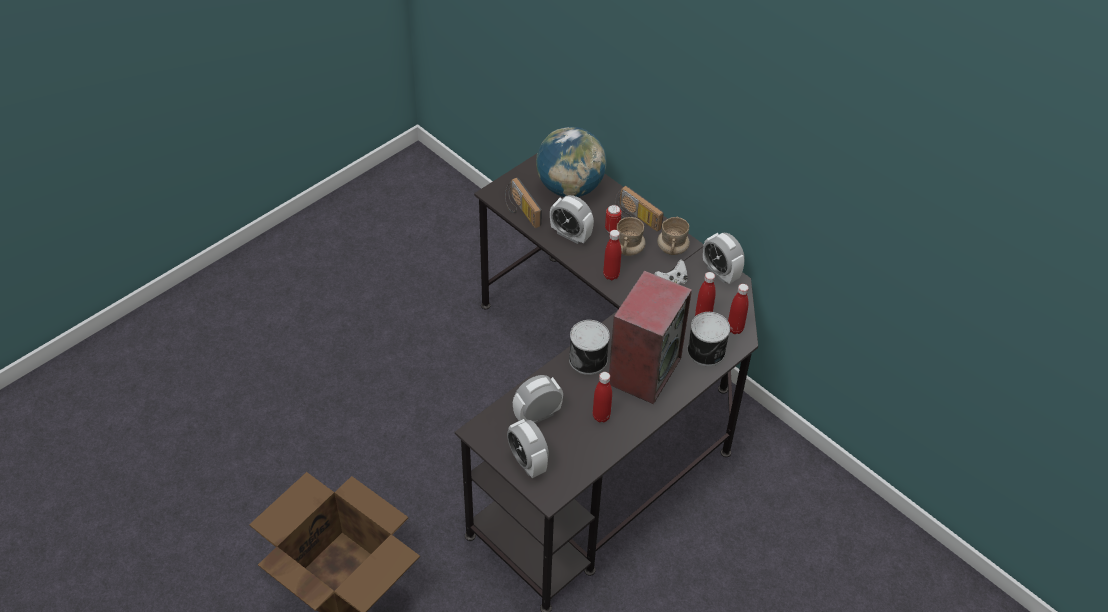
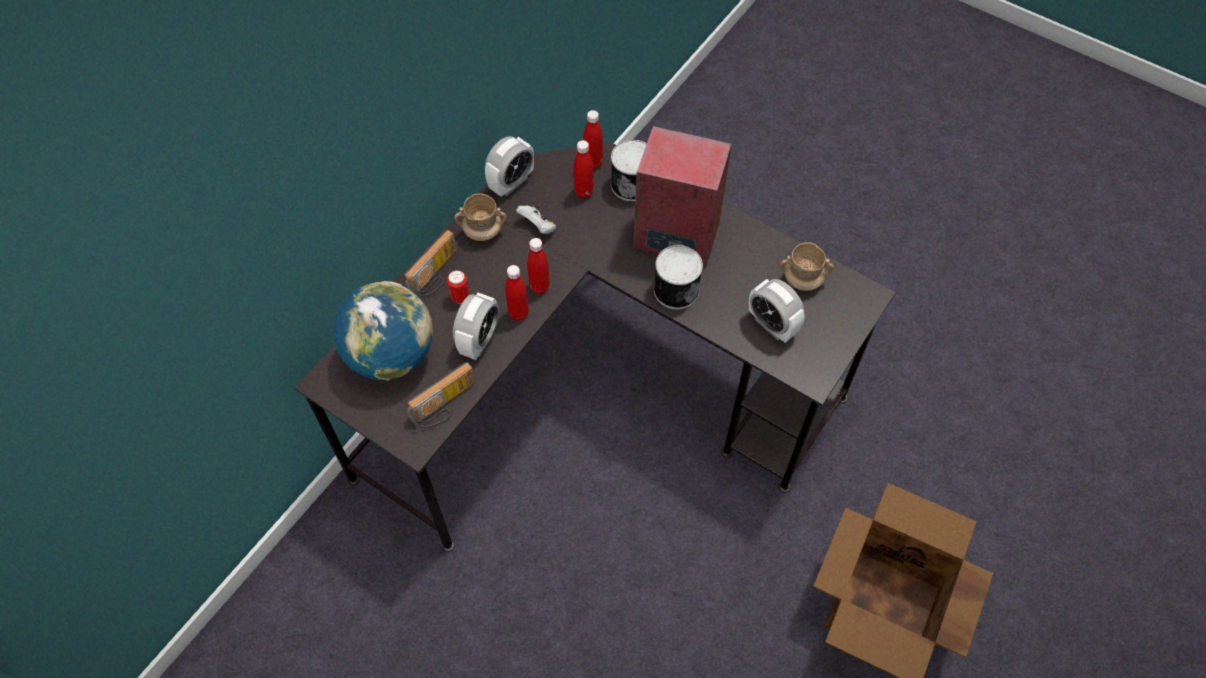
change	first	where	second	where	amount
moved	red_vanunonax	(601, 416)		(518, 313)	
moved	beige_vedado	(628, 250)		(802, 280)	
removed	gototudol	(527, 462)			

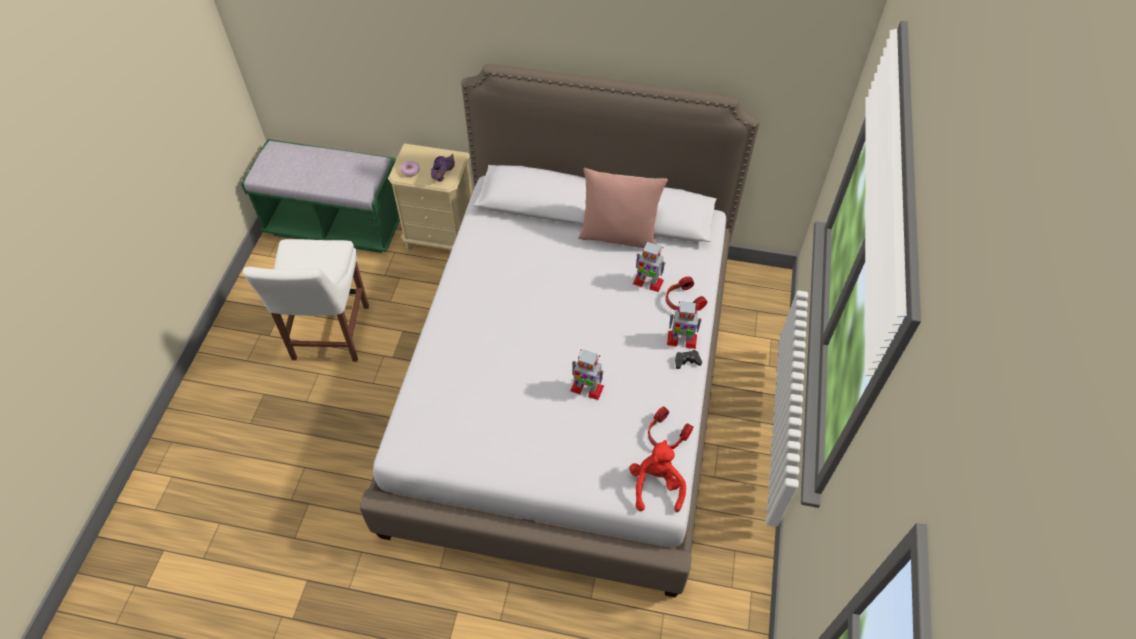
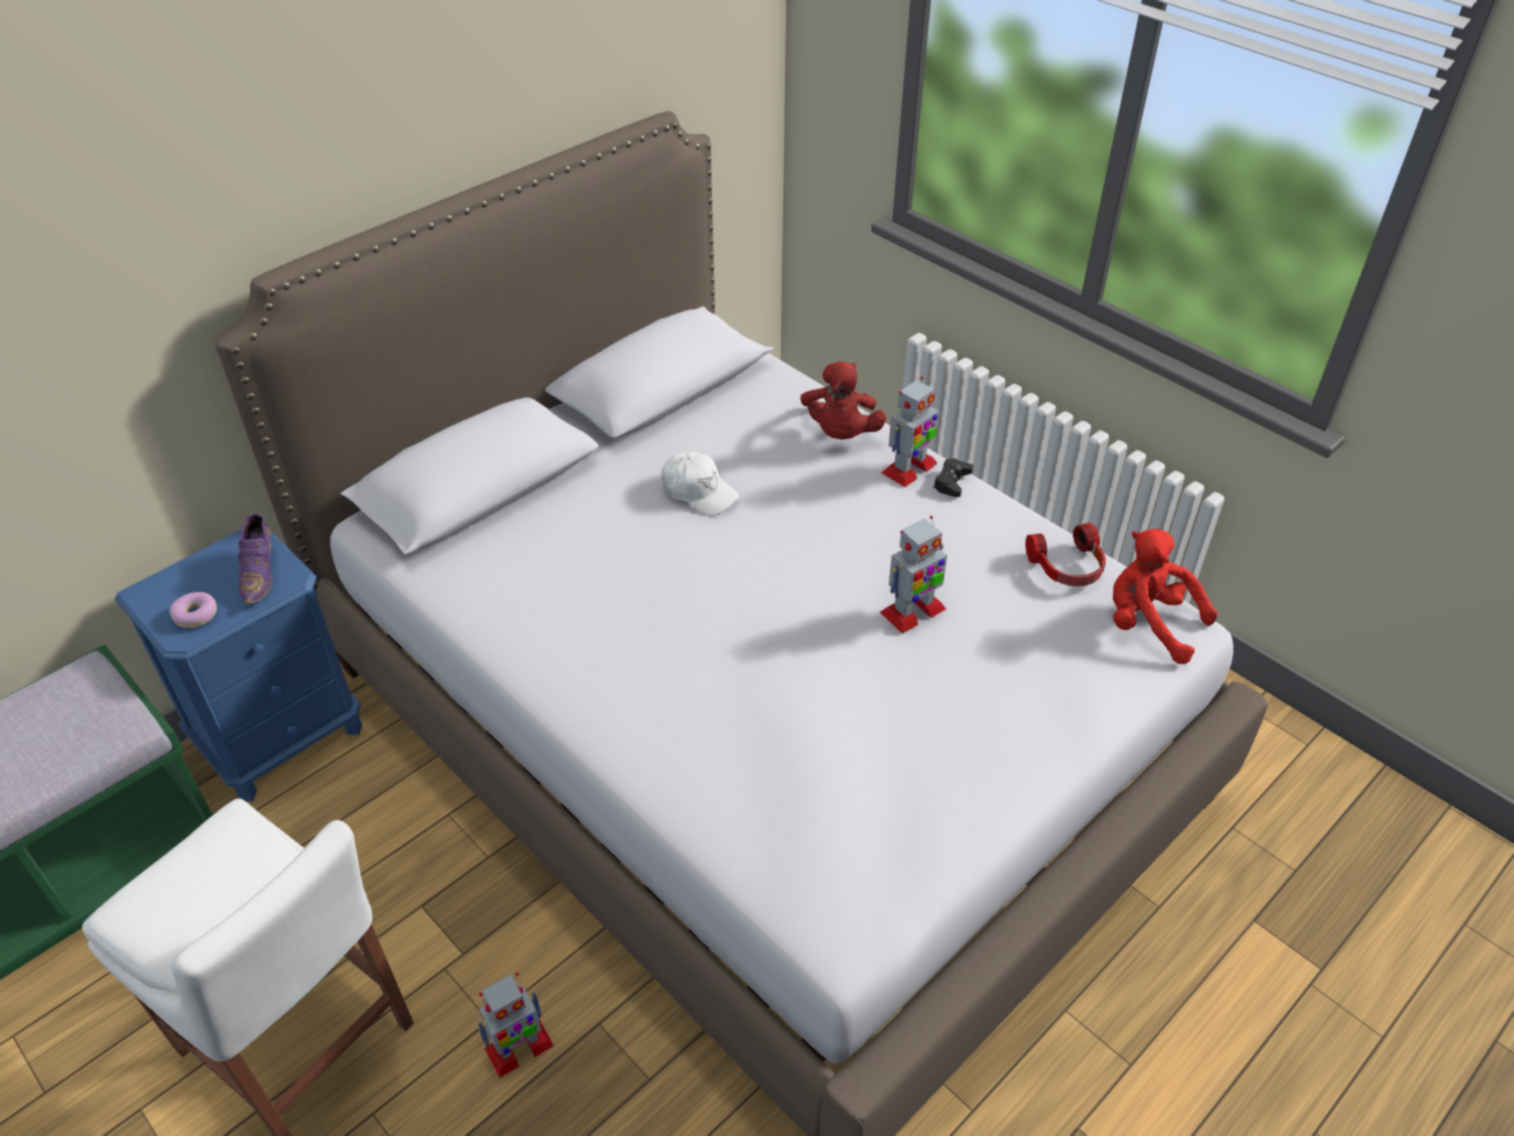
change	first	where	second	where	amount
recoloured	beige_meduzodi	(441, 237)	blue_meduzodi	(282, 737)	
turned	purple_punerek	(443, 173)		(261, 574)	150 degrees counterclockwise
moved	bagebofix	(647, 282)		(518, 1047)	
added			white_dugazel	(699, 492)	
replaced	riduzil	(682, 301)	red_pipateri	(840, 433)	
removed	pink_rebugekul	(619, 236)			

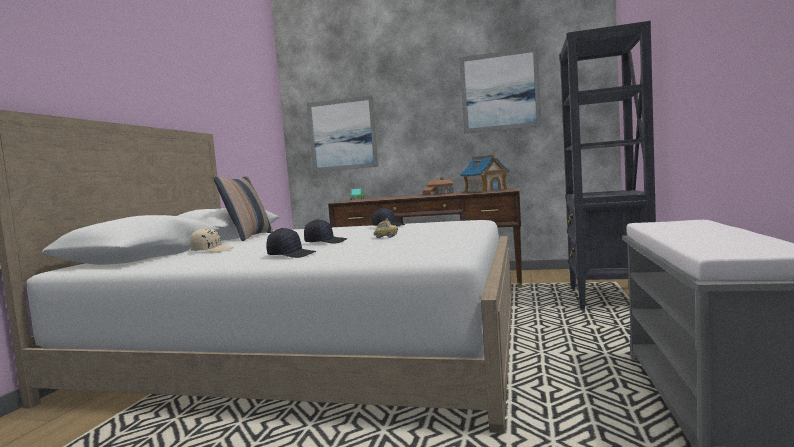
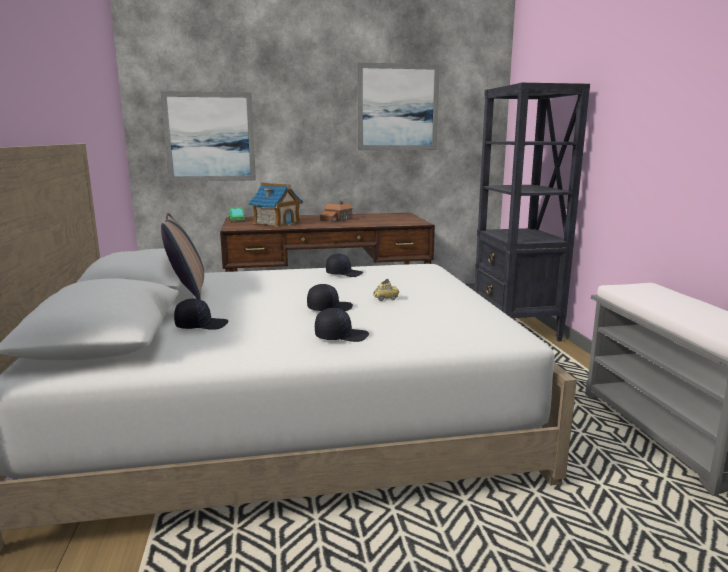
change	first	where	second	where	amount
recoloured	beige_dugazel	(212, 250)	black_dugazel	(201, 325)	
moved	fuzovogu	(485, 191)		(276, 223)	

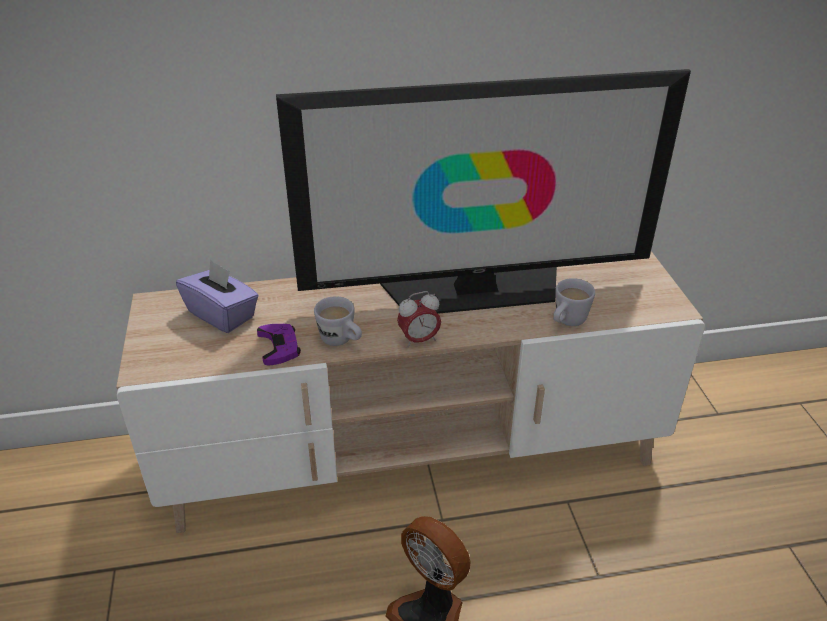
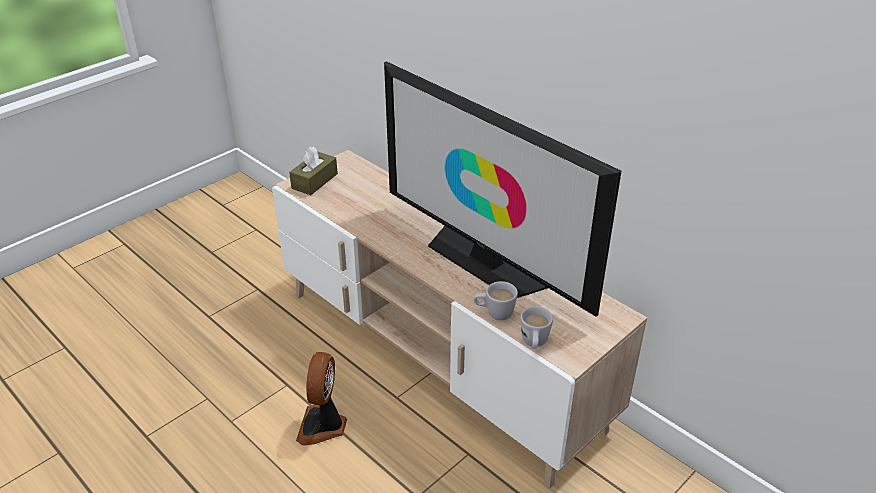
change	first	where	second	where	amount
added			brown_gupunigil	(314, 181)	
moved	white_vedado	(341, 341)		(534, 344)	
removed	purple_gupunigil	(222, 314)			
removed	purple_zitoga	(279, 347)			
removed	gototudol	(419, 340)			

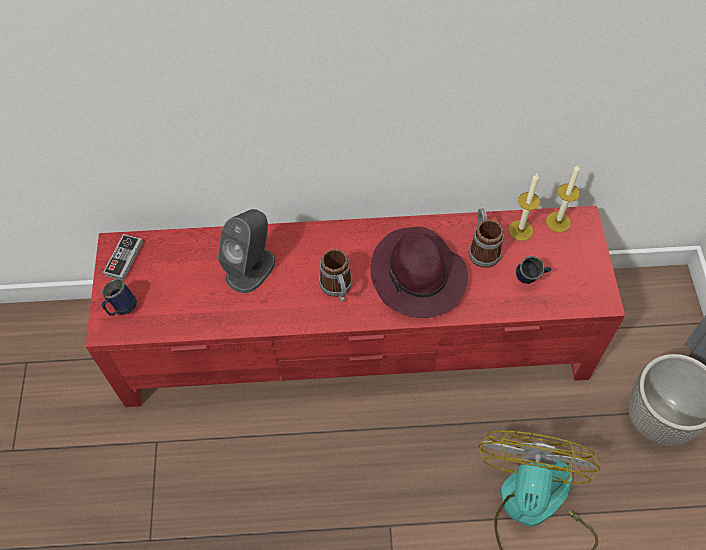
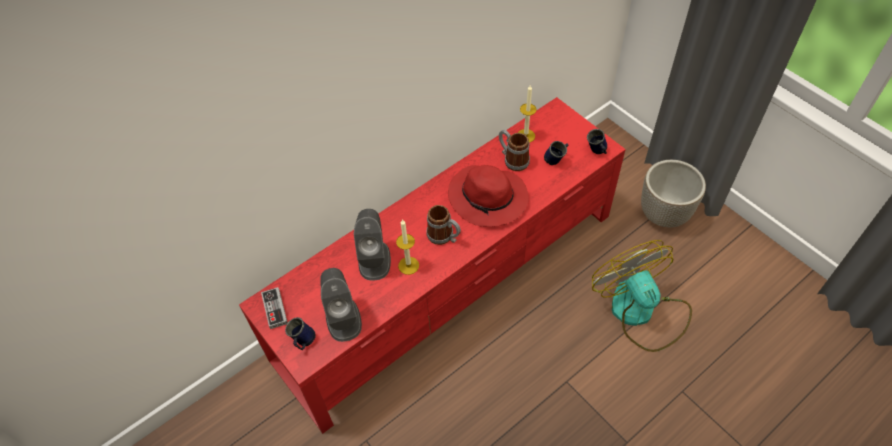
change	first	where	second	where	amount
added			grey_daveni	(343, 318)	
moved	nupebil	(558, 222)		(408, 265)	
recoloured	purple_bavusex	(418, 277)	red_bavusex	(489, 199)	
added			blue_vedado	(597, 152)	

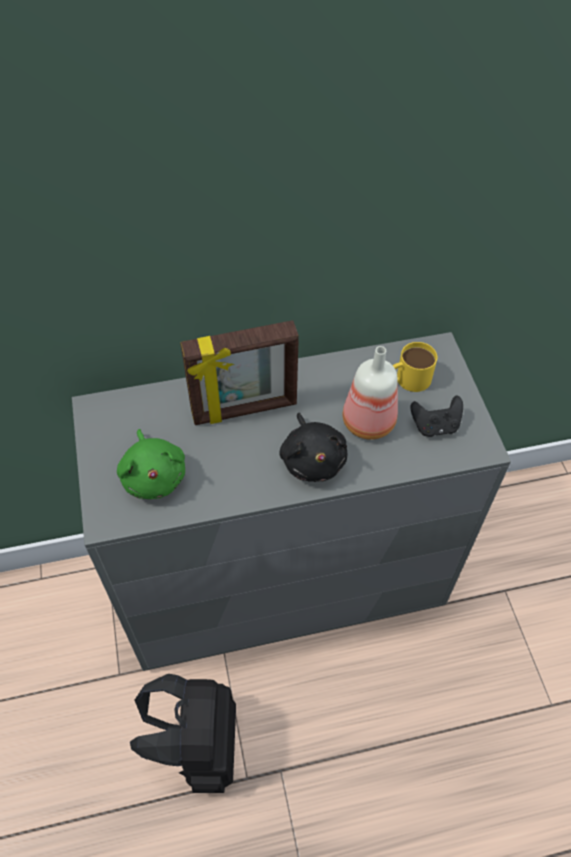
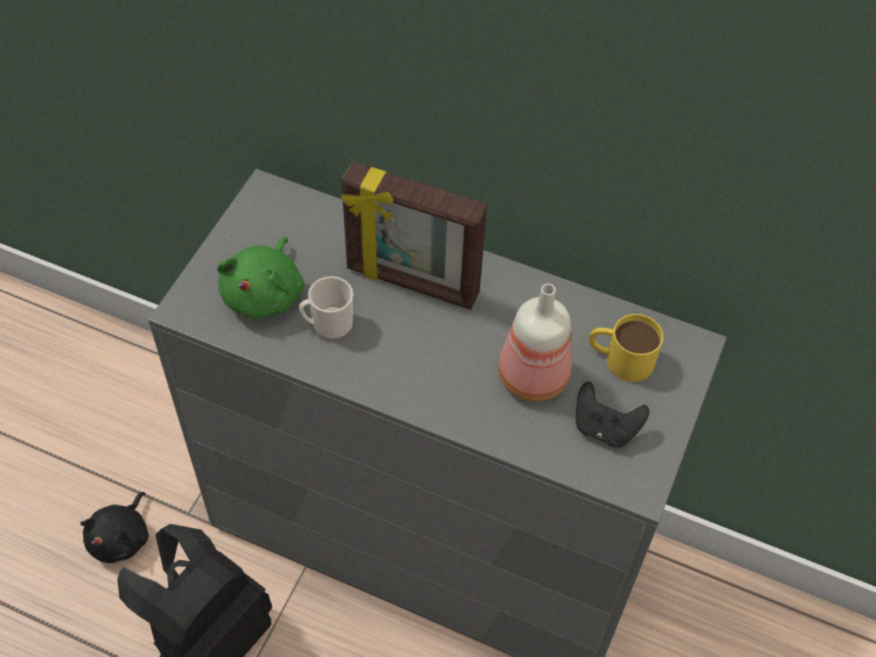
change	first	where	second	where	amount
moved	black_pipateri	(313, 459)		(121, 538)	
added			vedado	(328, 325)	

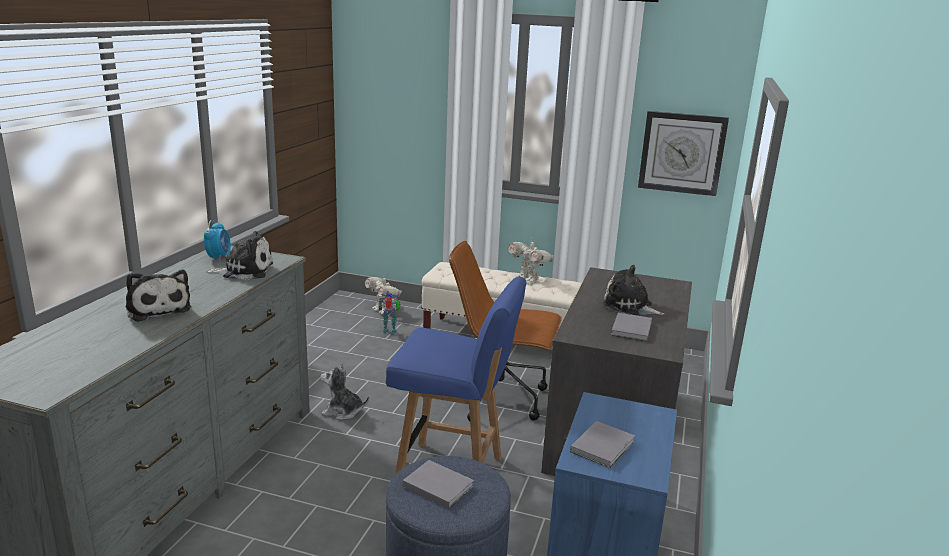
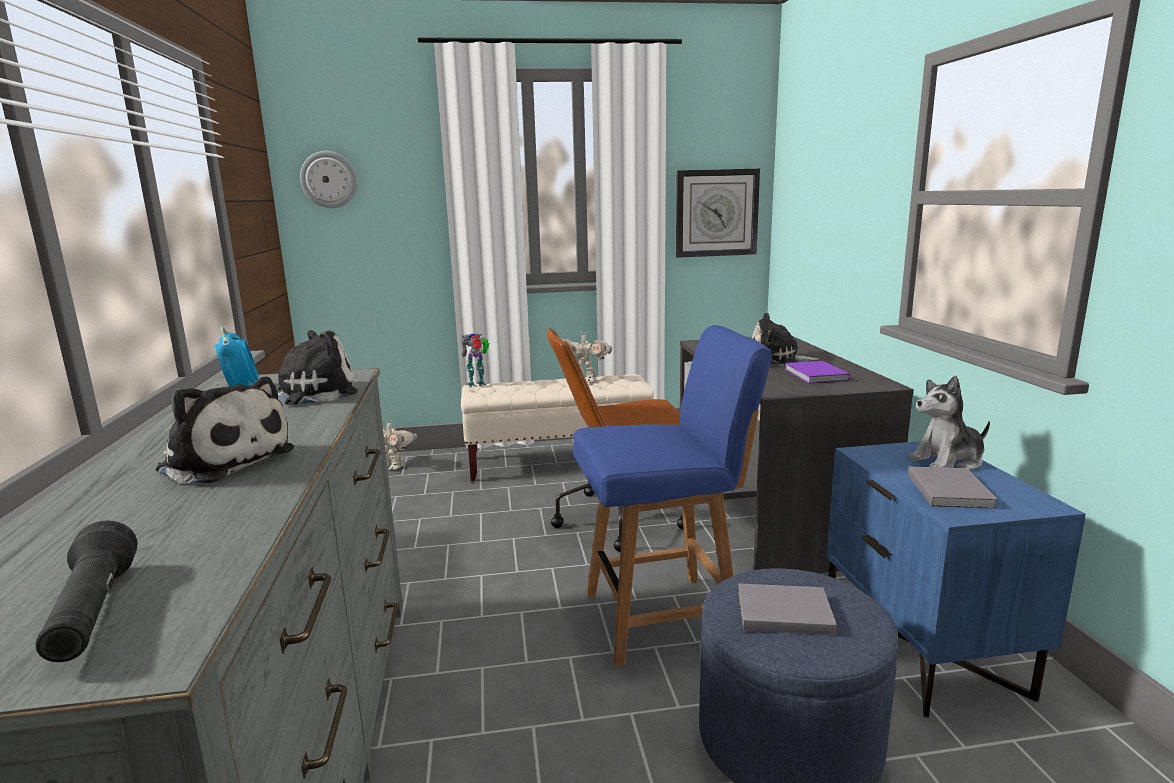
change	first	where	second	where	amount
added			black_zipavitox	(93, 614)	
added			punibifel	(329, 179)	
moved	bagebofix	(390, 332)		(477, 384)	
recoloured	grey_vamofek	(630, 329)	purple_vamofek	(815, 375)	
moved	pipateri	(343, 411)		(948, 461)	

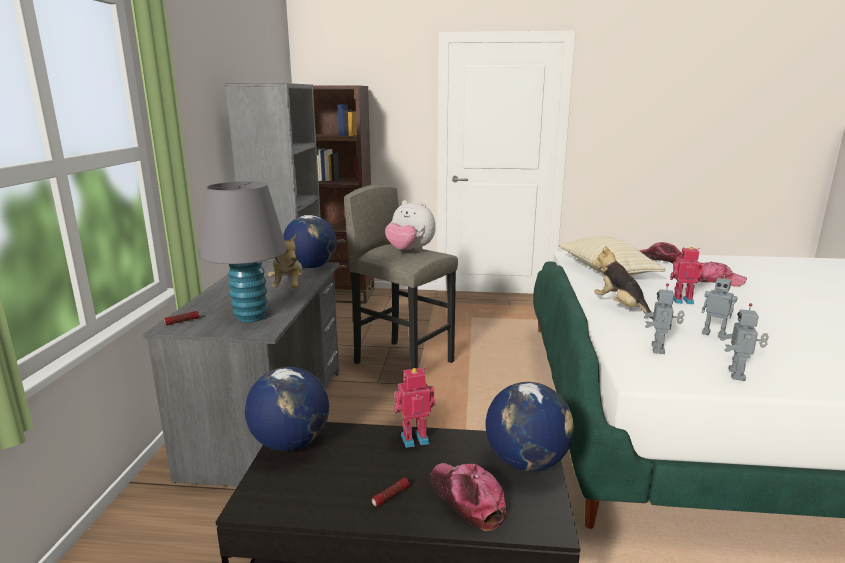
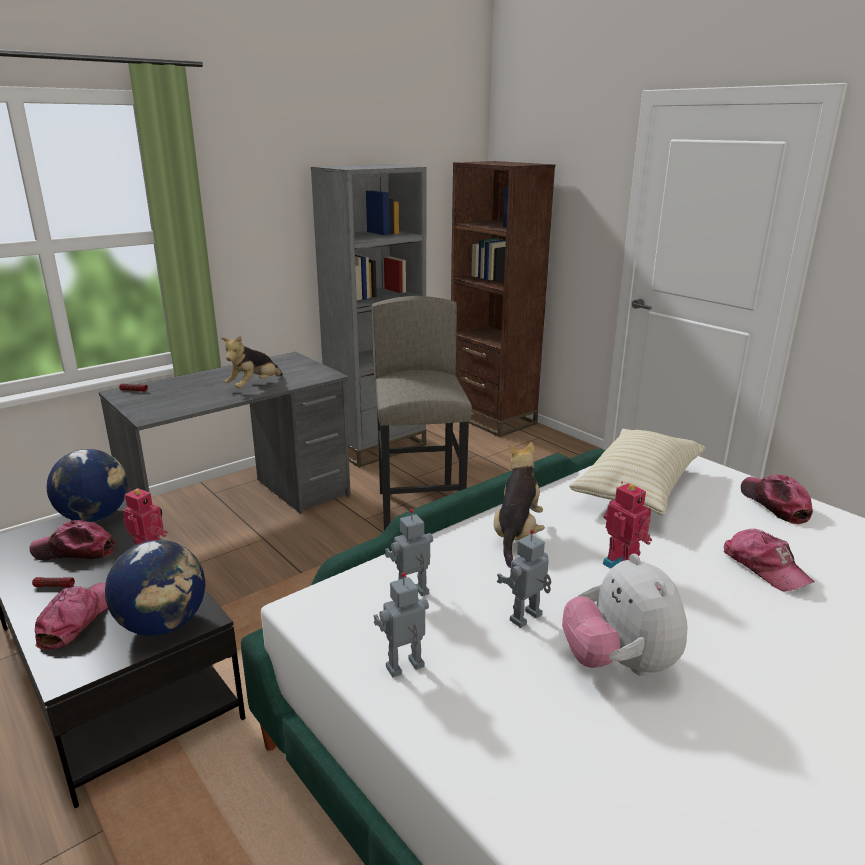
change	first	where	second	where	amount
added			dugazel	(75, 551)	
turned	bagebofix	(714, 334)		(527, 619)	60 degrees clockwise
moved	pipateri	(410, 251)		(619, 664)	
removed	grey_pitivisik	(251, 317)			
removed	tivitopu	(311, 267)			

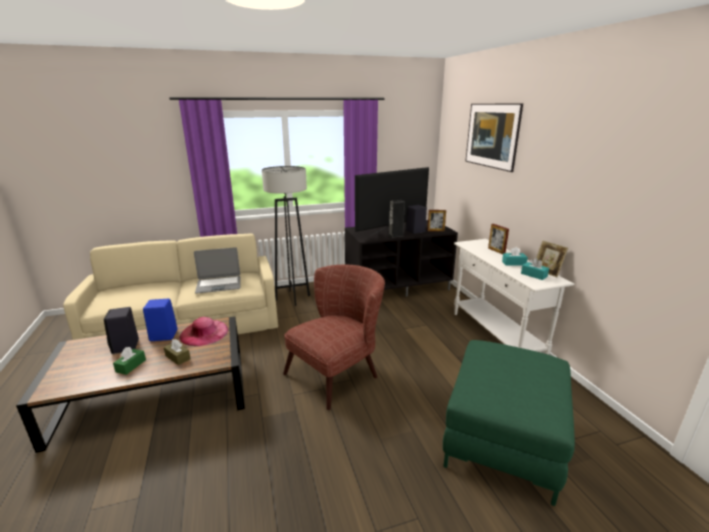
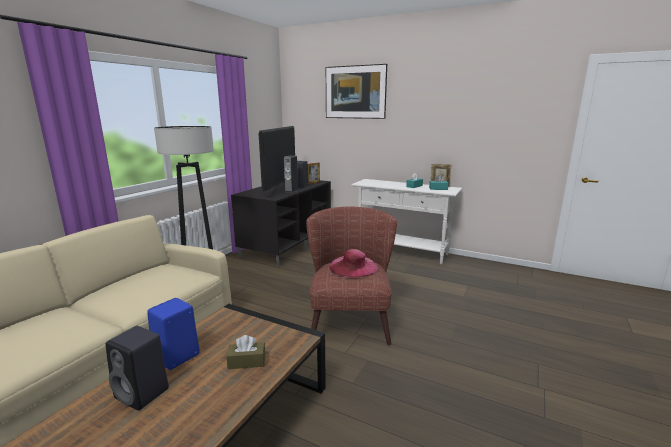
change	first	where	second	where	amount
moved	pink_bavusex	(204, 333)		(353, 266)	
removed	green_gupunigil	(131, 366)			
removed	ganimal	(219, 285)			
removed	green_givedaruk	(503, 439)			
removed	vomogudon	(496, 251)			

